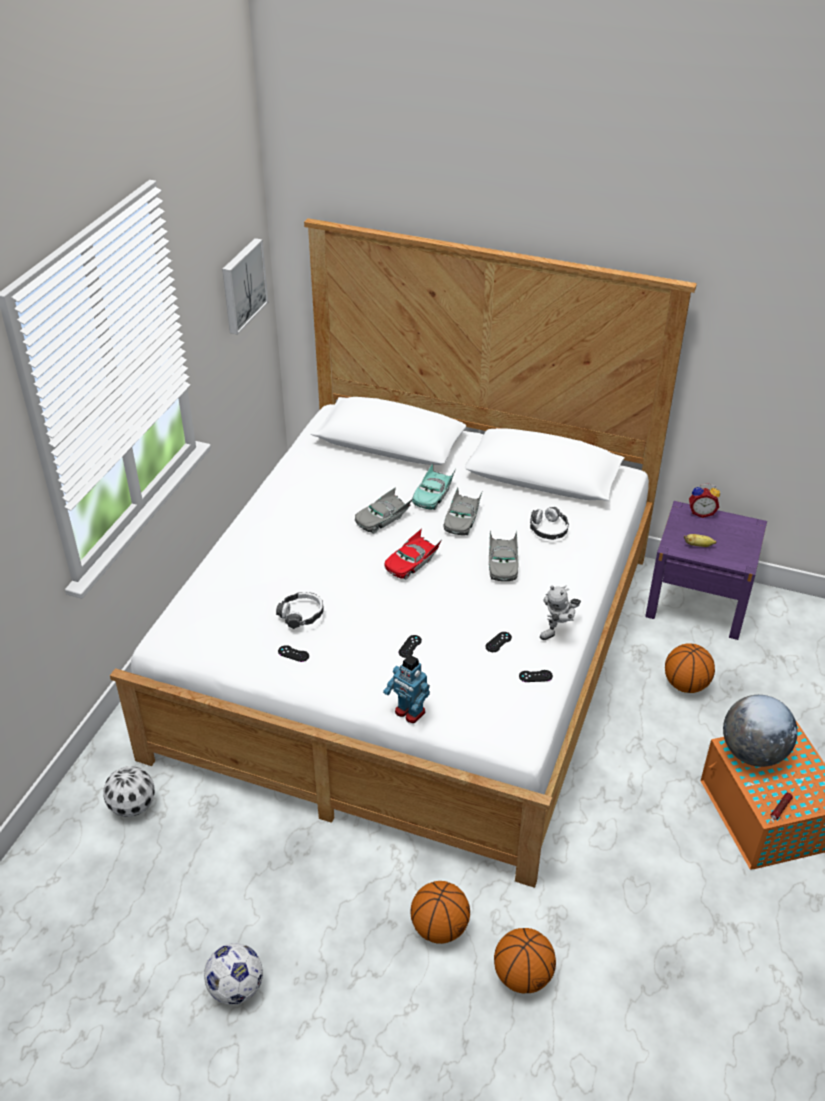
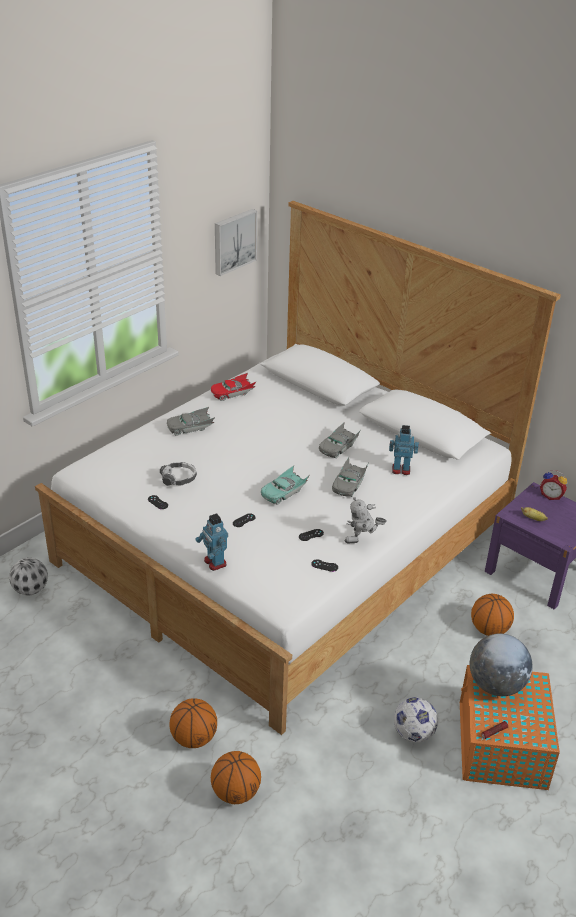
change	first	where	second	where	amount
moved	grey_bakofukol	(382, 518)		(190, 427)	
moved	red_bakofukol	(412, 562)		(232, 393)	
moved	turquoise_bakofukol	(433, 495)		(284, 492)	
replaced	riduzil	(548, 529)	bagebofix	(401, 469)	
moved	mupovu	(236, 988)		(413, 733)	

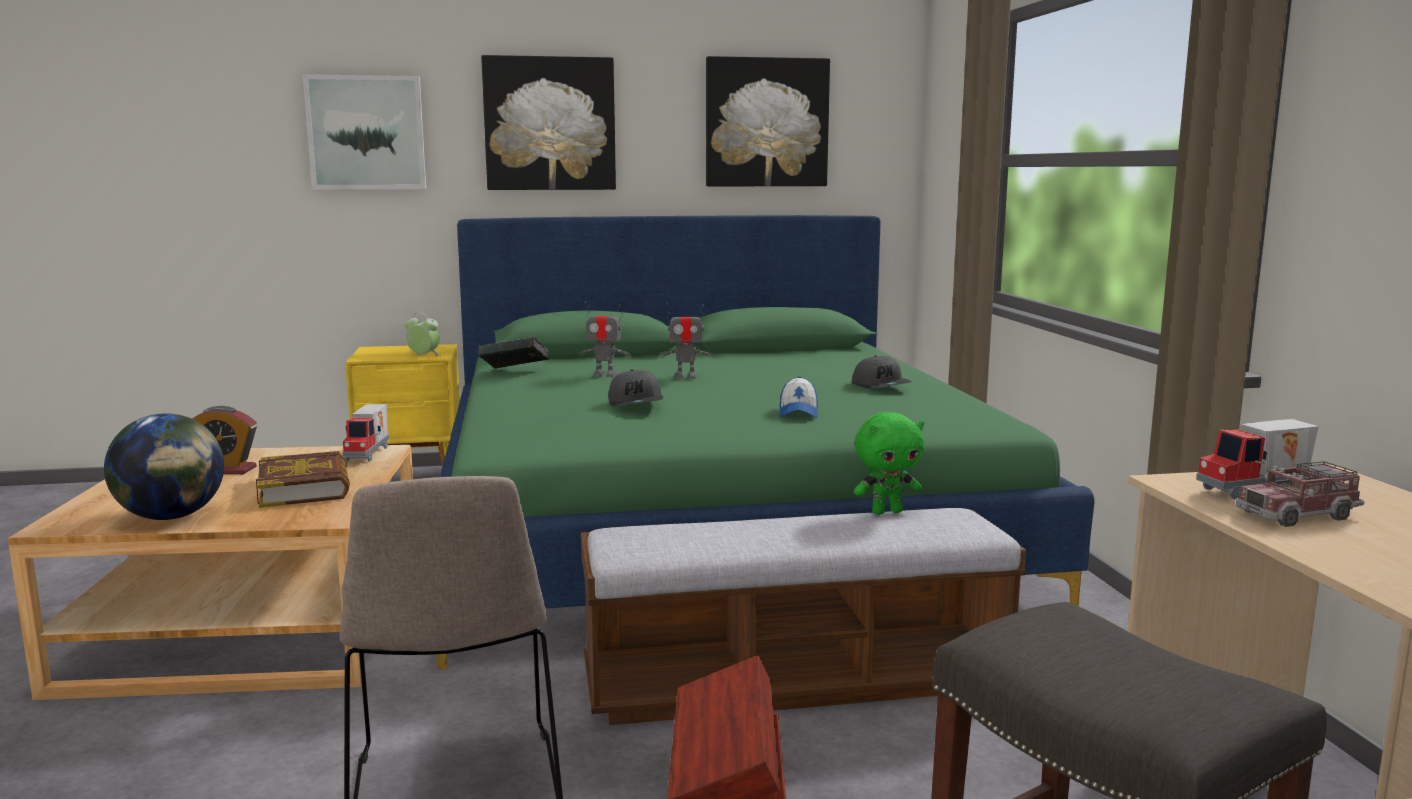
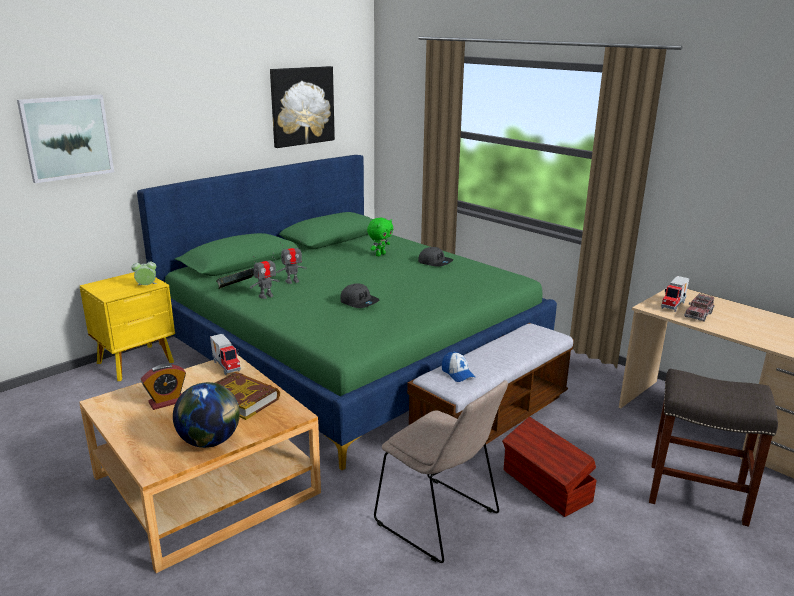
change	first	where	second	where	amount
moved	bagebofix	(686, 376)		(266, 296)	
moved	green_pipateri	(886, 512)		(380, 254)	
moved	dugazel	(798, 413)		(457, 373)	
removed	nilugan	(549, 124)			

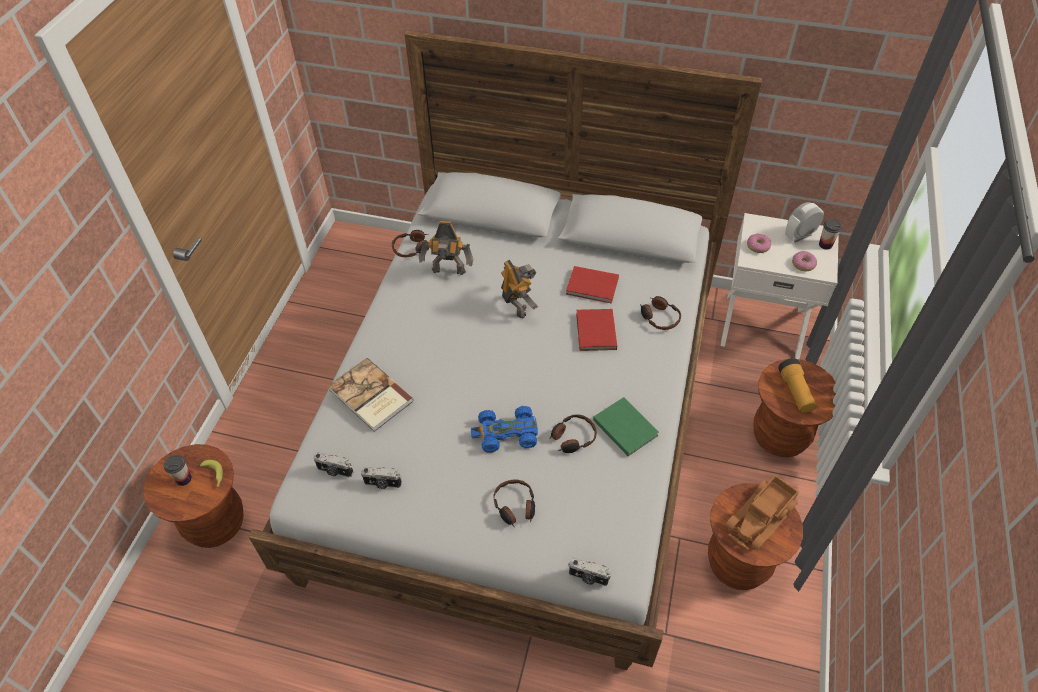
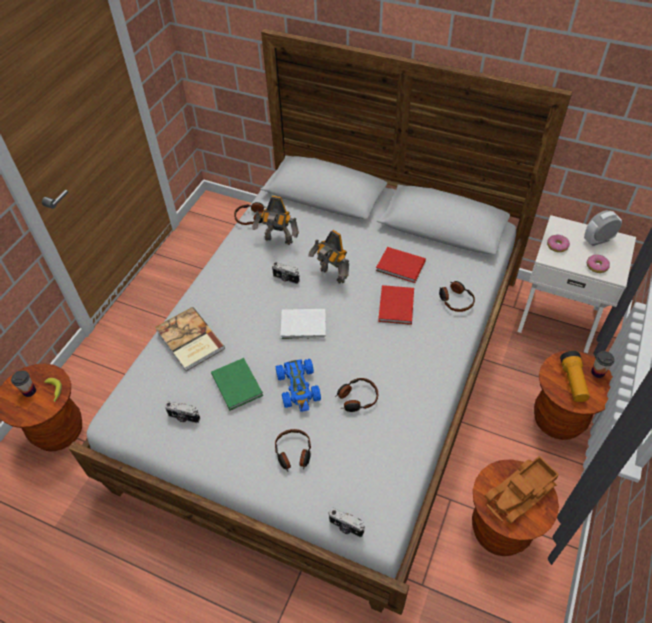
change	first	where	second	where	amount
moved	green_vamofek	(625, 426)		(237, 383)	
moved	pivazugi	(335, 471)		(285, 279)	
turned	blue_bakofukol	(506, 434)		(299, 388)	105 degrees counterclockwise
added			white_vamofek	(304, 326)	
turned	bagebofix	(517, 305)		(331, 276)	150 degrees clockwise
moved	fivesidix	(825, 245)		(597, 372)	

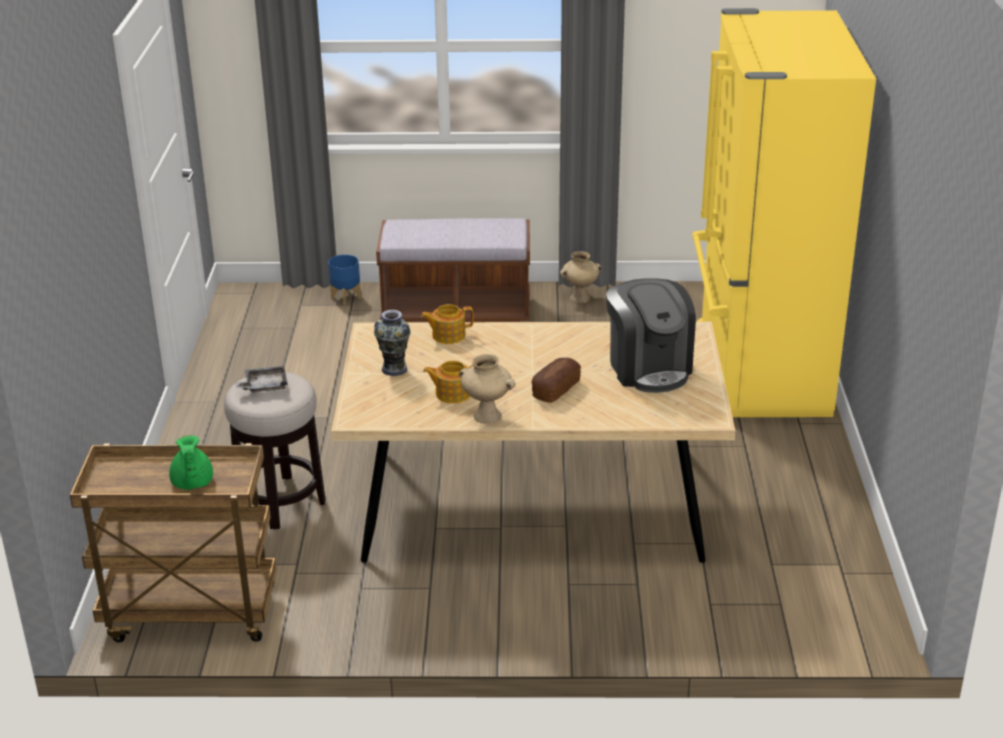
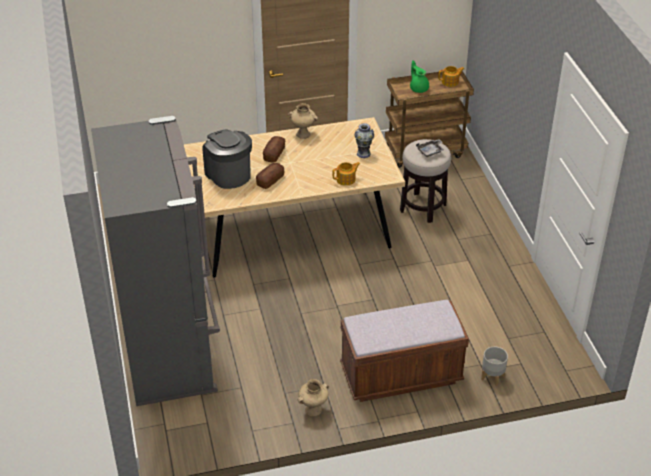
change	first	where	second	where	amount
recoloured	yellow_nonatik	(757, 370)	grey_nonatik	(171, 352)	
added			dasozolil	(270, 180)	
moved	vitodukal	(452, 393)		(450, 82)	
recoloured	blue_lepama	(346, 298)	grey_lepama	(492, 377)	

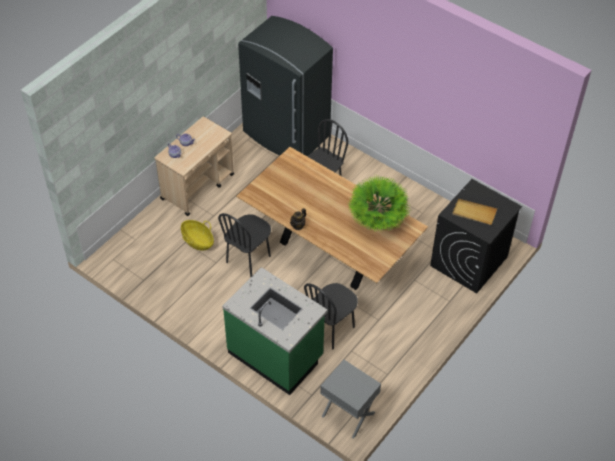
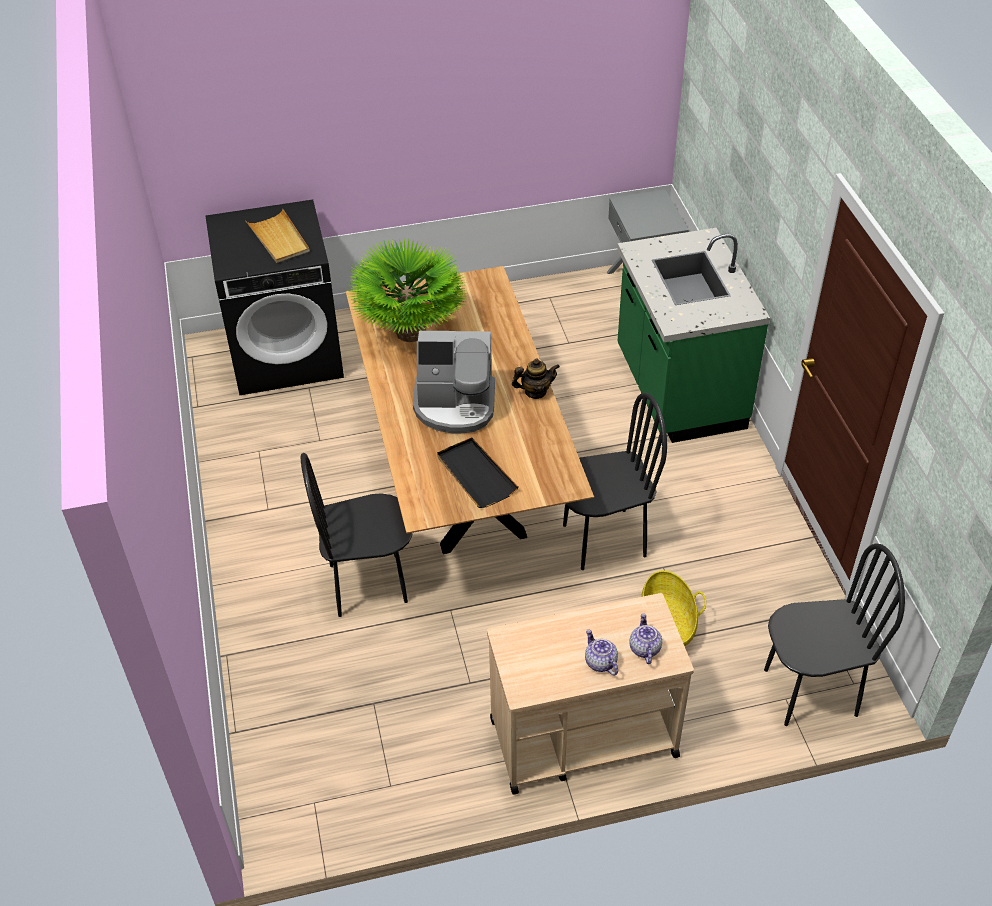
change	first	where	second	where	amount
added			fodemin	(455, 406)	
added			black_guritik	(475, 475)	
moved	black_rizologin	(331, 329)		(810, 691)	
removed	grey_nonatik	(285, 135)			

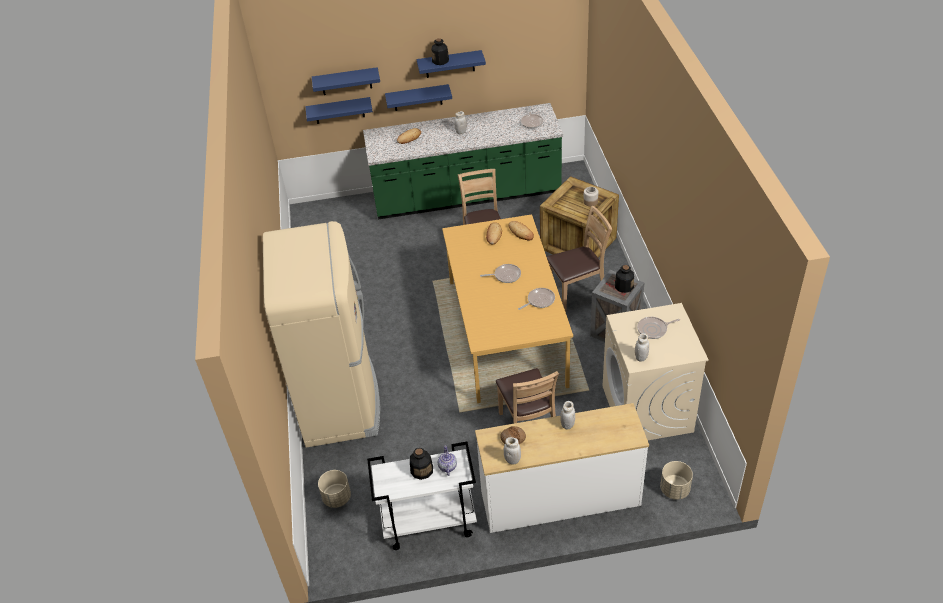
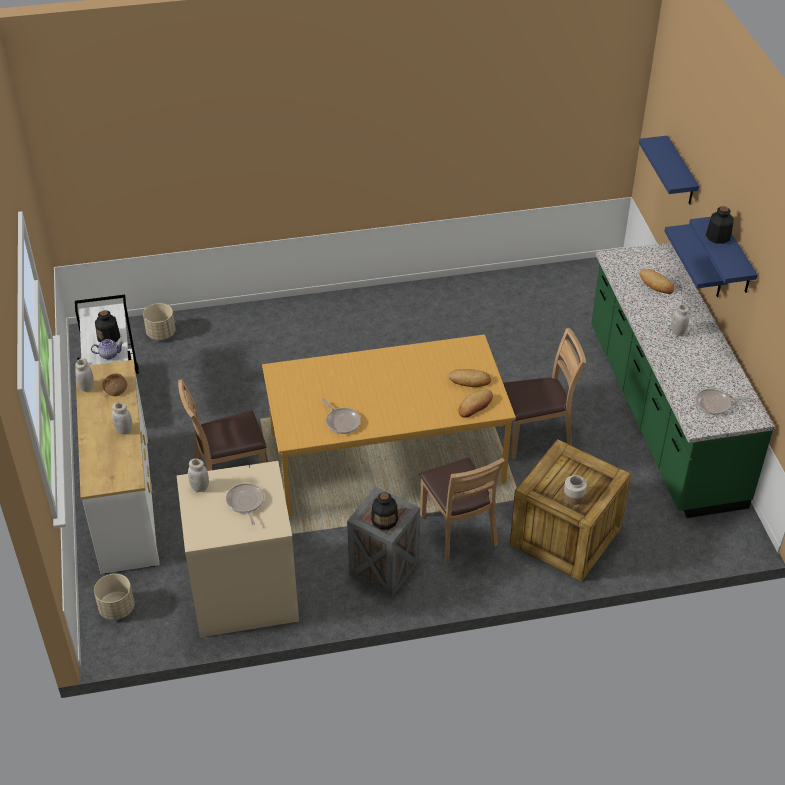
change	first	where	second	where	amount
removed	beige_nonatik	(340, 400)			
removed	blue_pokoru	(339, 110)			
removed	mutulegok	(505, 275)			

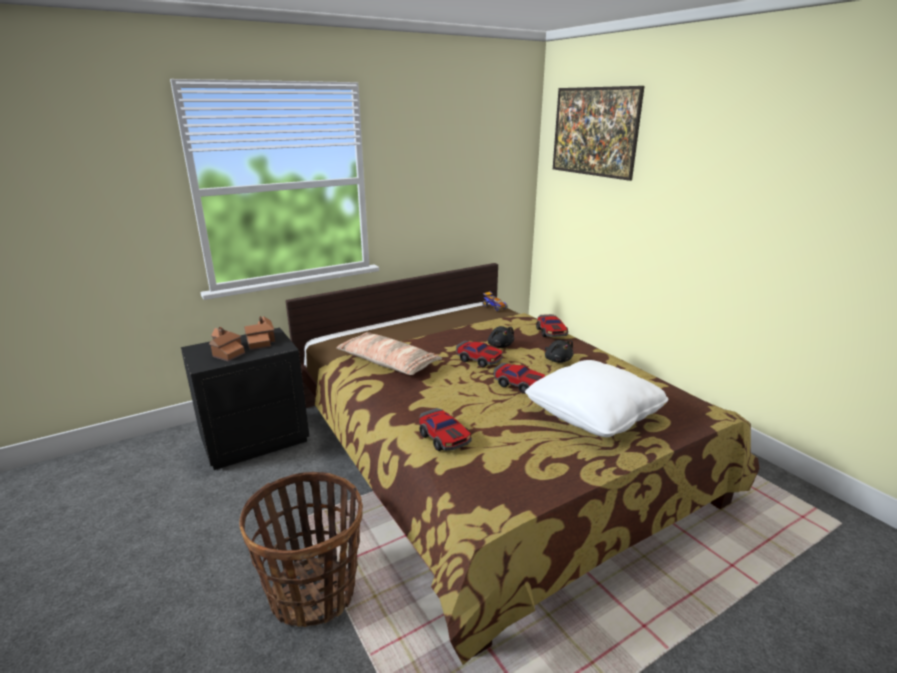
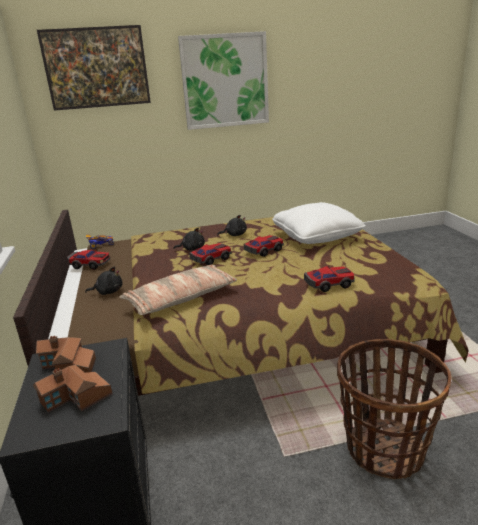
change	first	where	second	where	amount
moved	bakofukol	(551, 332)		(90, 264)	
added			black_pipateri	(108, 292)	
added			nilugan	(225, 81)	

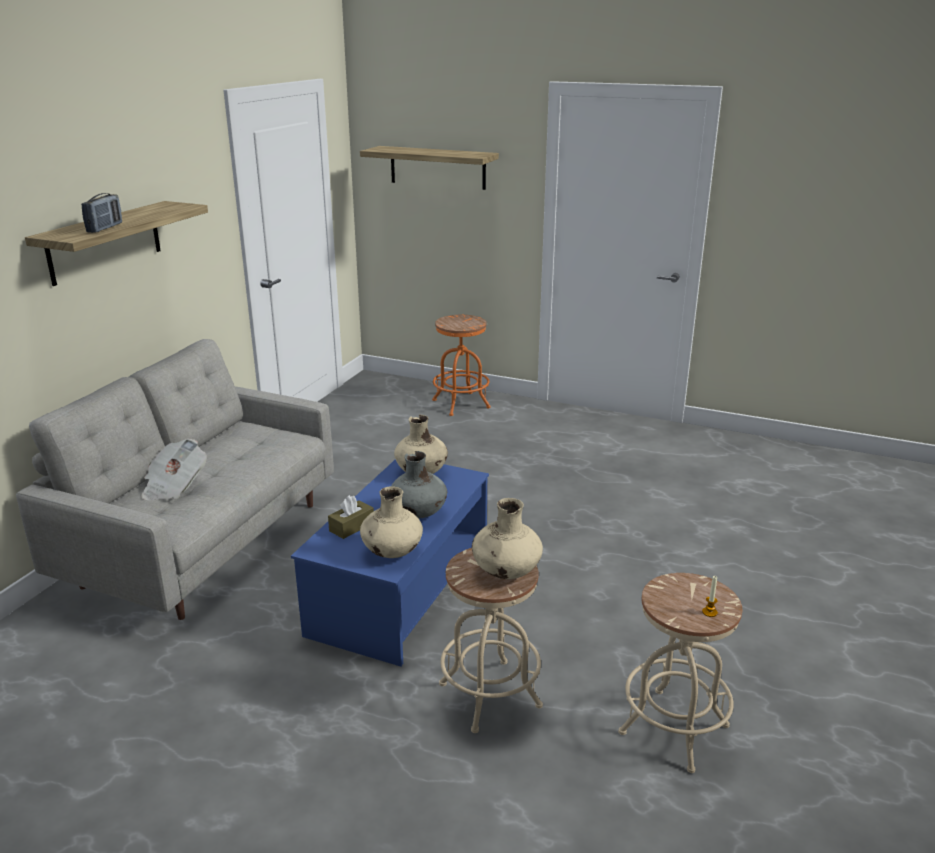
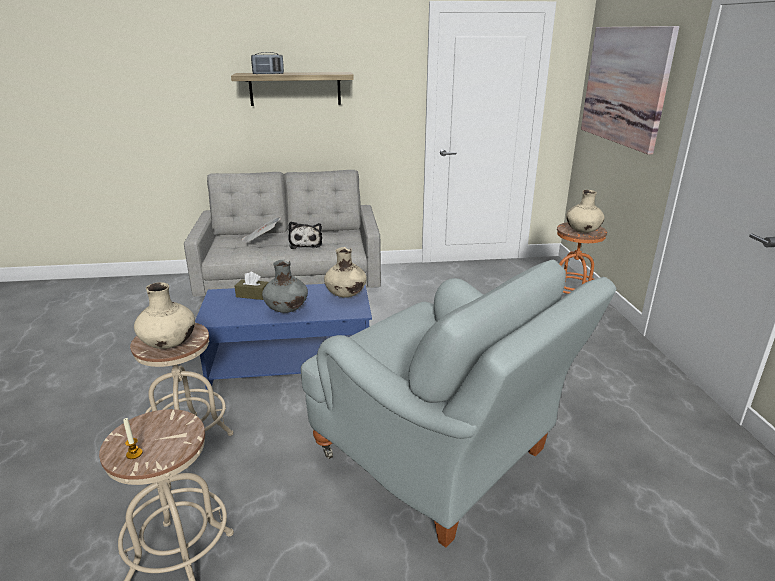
change	first	where	second	where	amount
added			pipateri	(306, 244)	
added			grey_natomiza	(442, 459)	
moved	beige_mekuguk	(391, 552)		(582, 231)	
replaced	pokoru	(437, 167)	nilugan	(624, 86)	

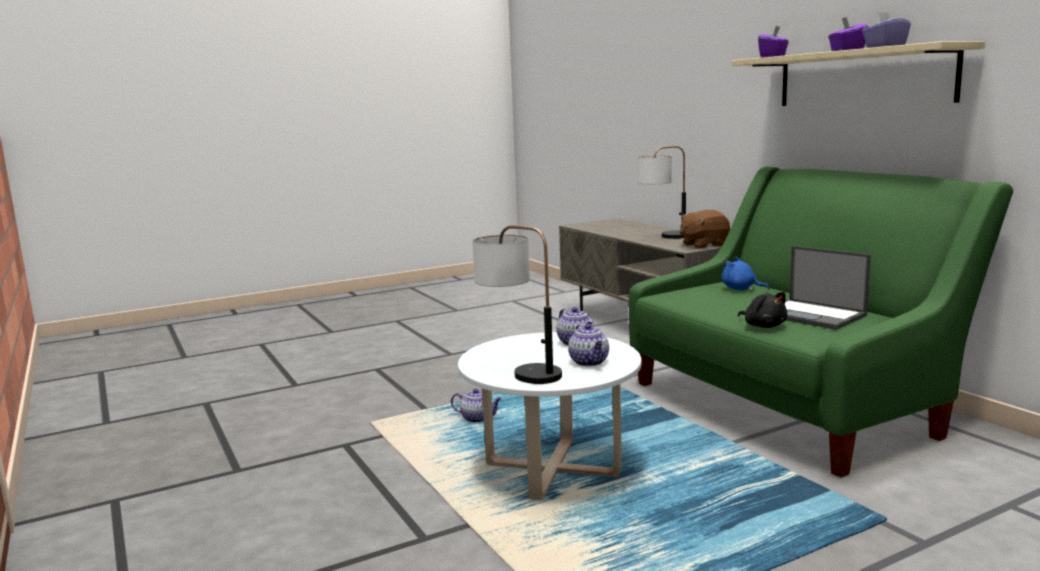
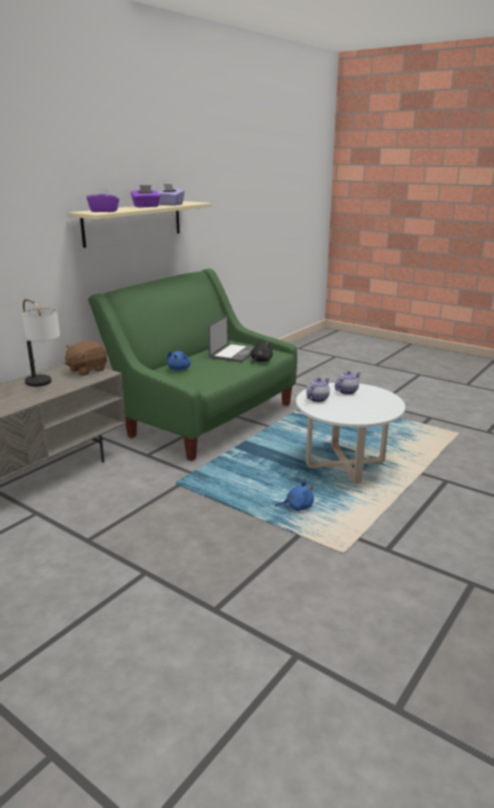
change	first	where	second	where	amount
turned	brown_pipateri	(703, 245)		(87, 370)	90 degrees clockwise
replaced	vitodukal	(478, 418)	blue_pipateri	(297, 506)	
removed	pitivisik	(519, 371)			

